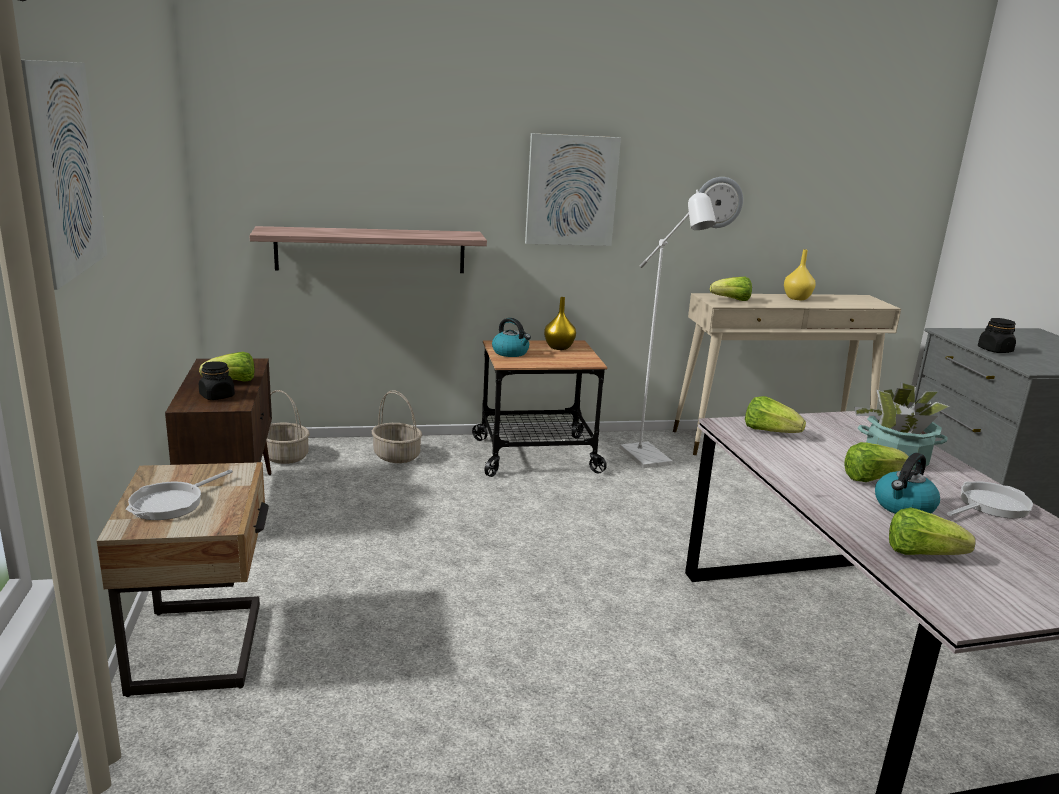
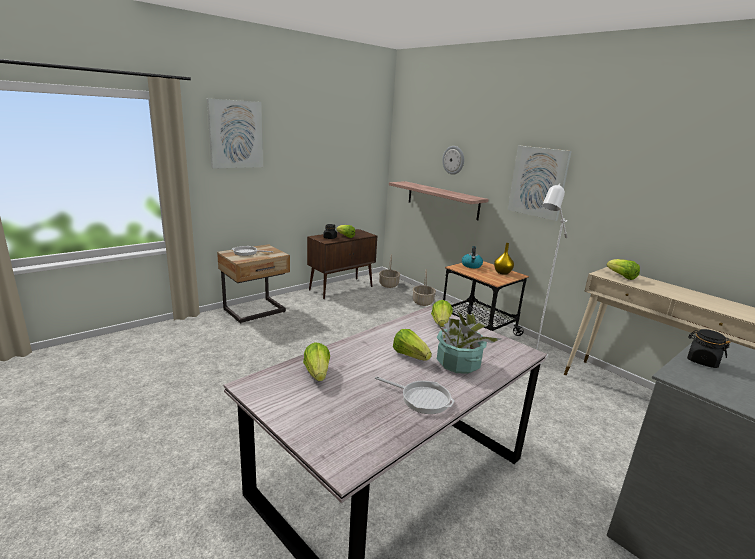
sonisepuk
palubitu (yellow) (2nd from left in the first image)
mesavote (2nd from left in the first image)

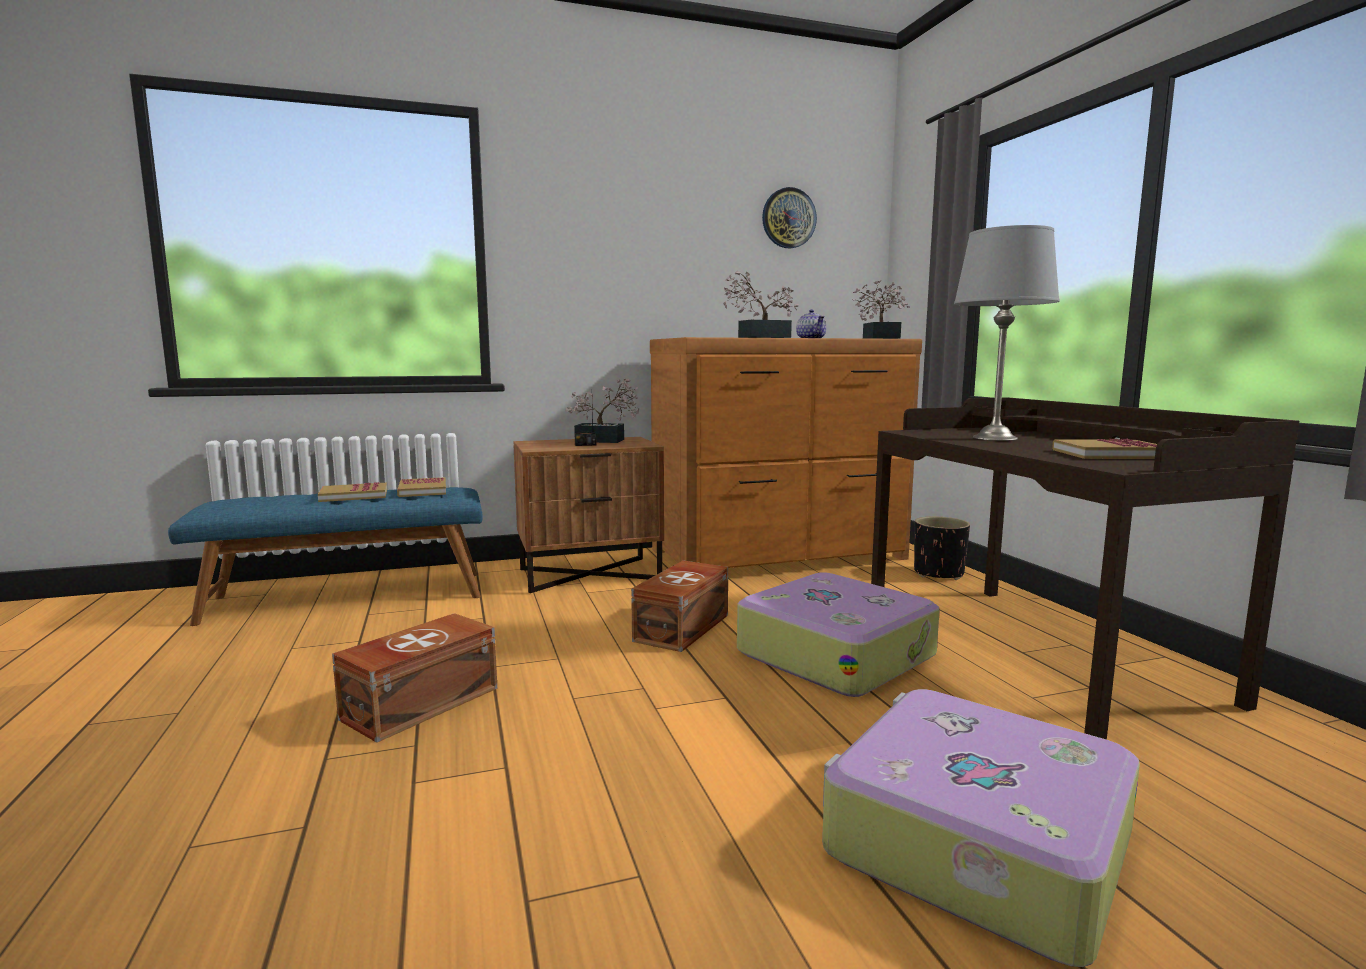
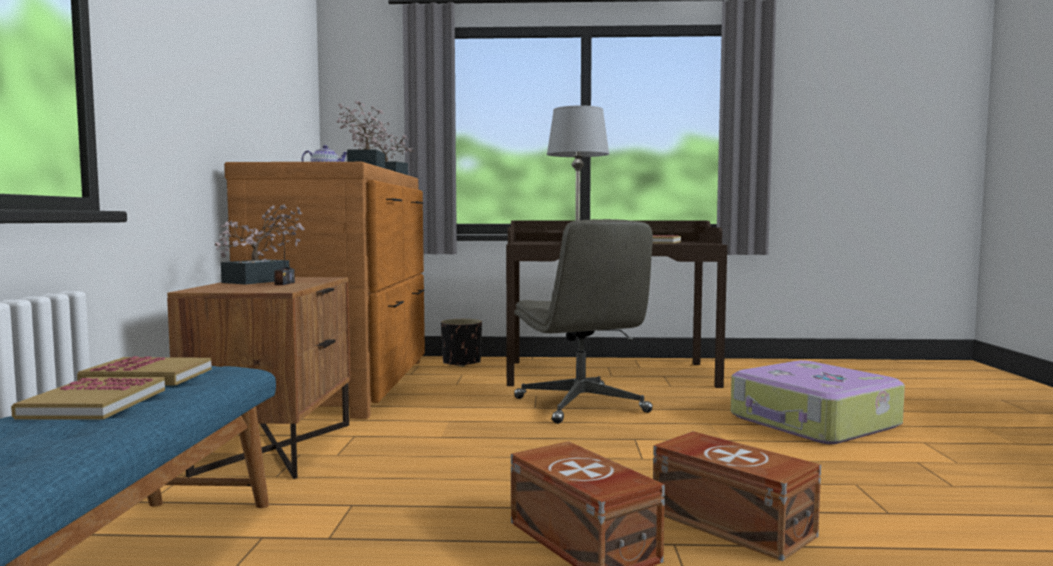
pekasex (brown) (2nd from left)
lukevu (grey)
sonisepuk

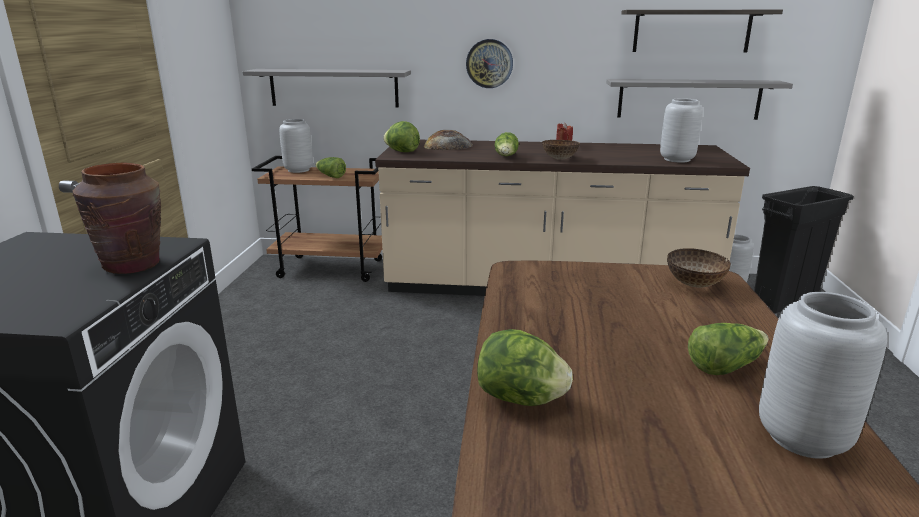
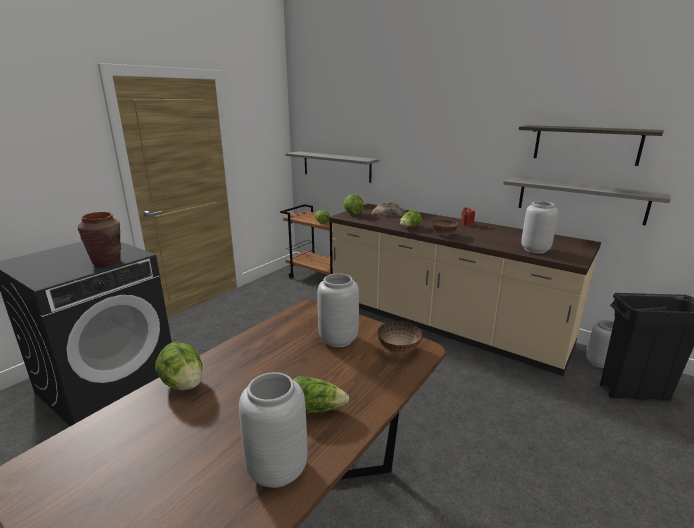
palubitu (grey) (2nd from left)
sonisepuk

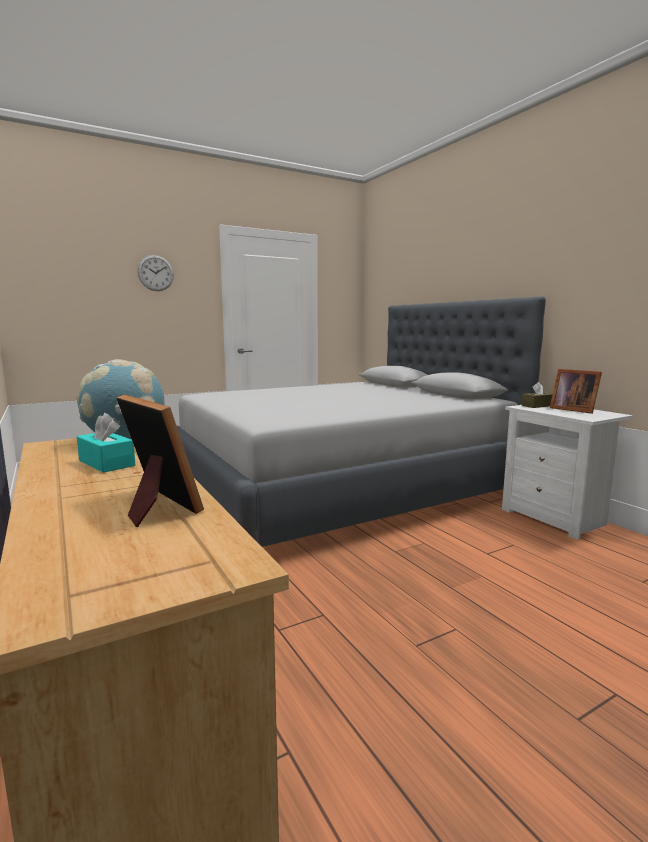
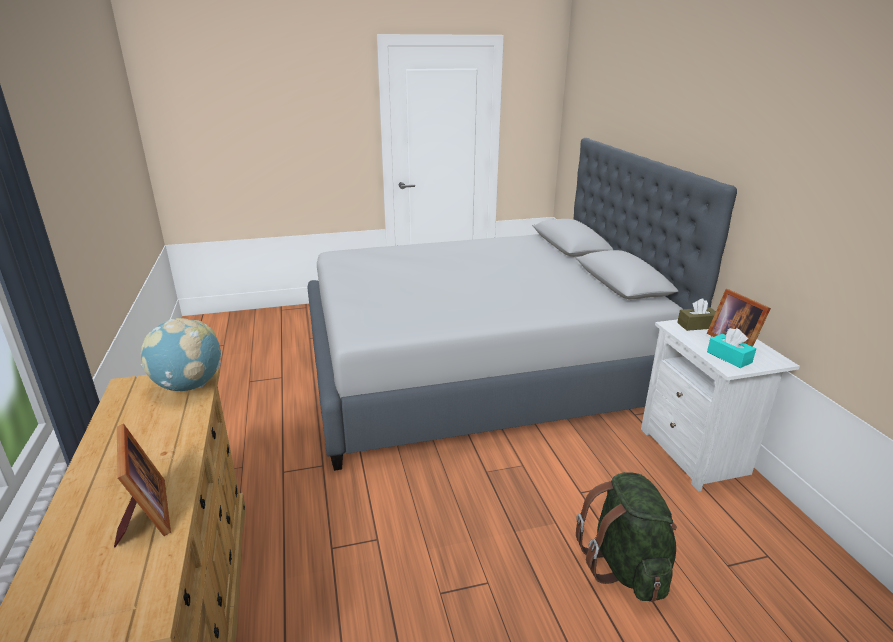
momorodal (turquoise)
sonisepuk
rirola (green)

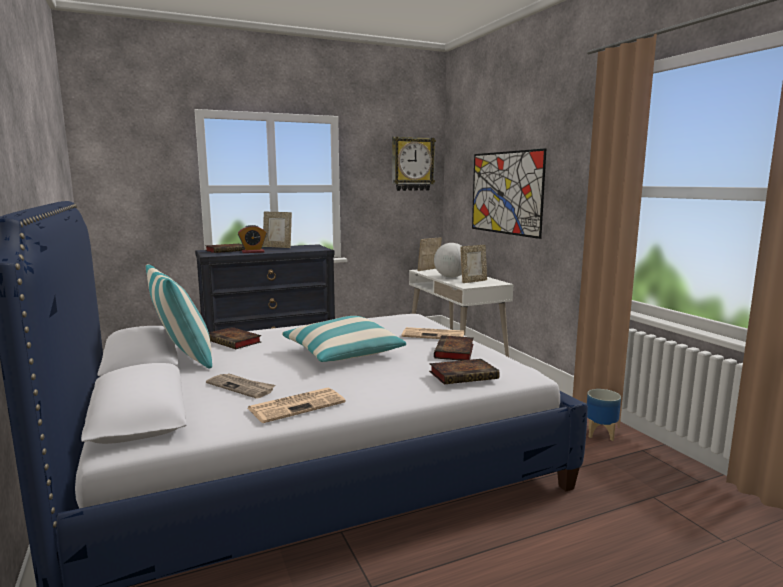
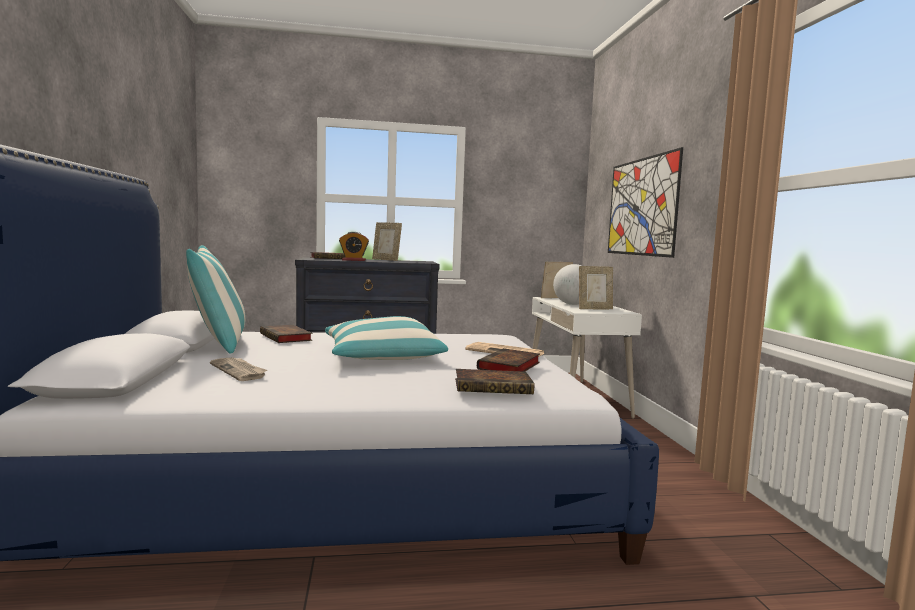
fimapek (2nd from left in the first image)
sonisepuk
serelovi

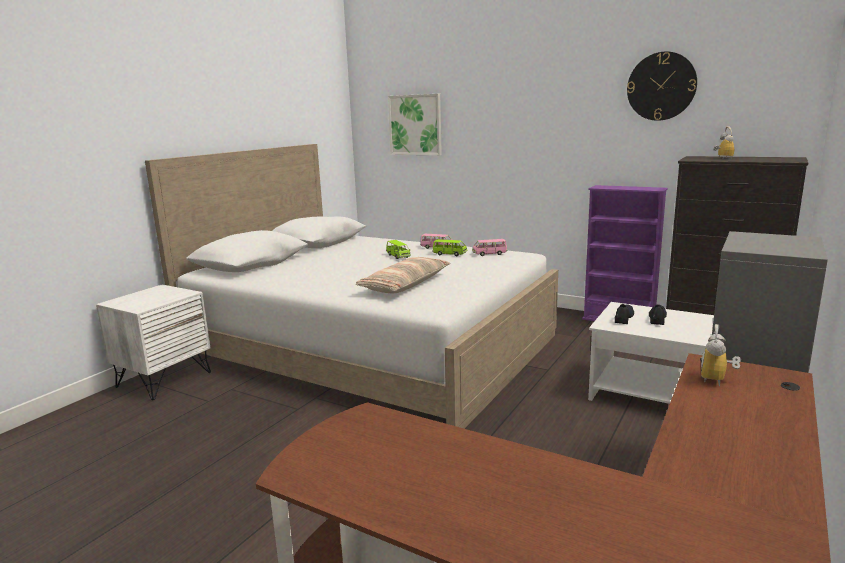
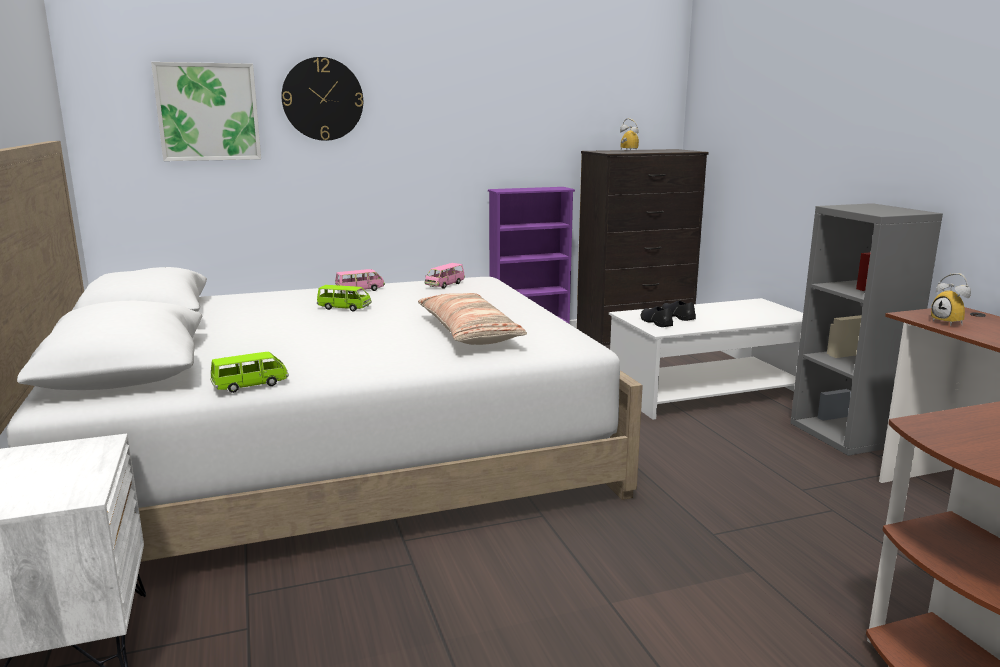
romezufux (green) (1st from left)
sonisepuk

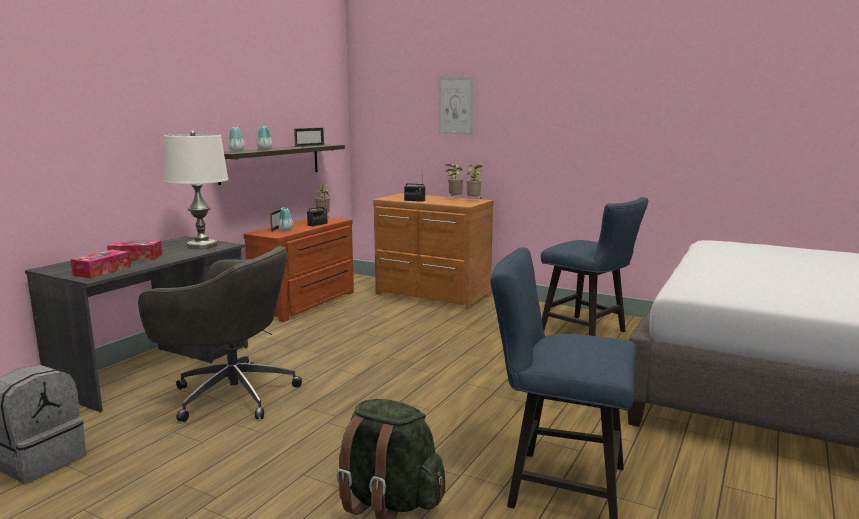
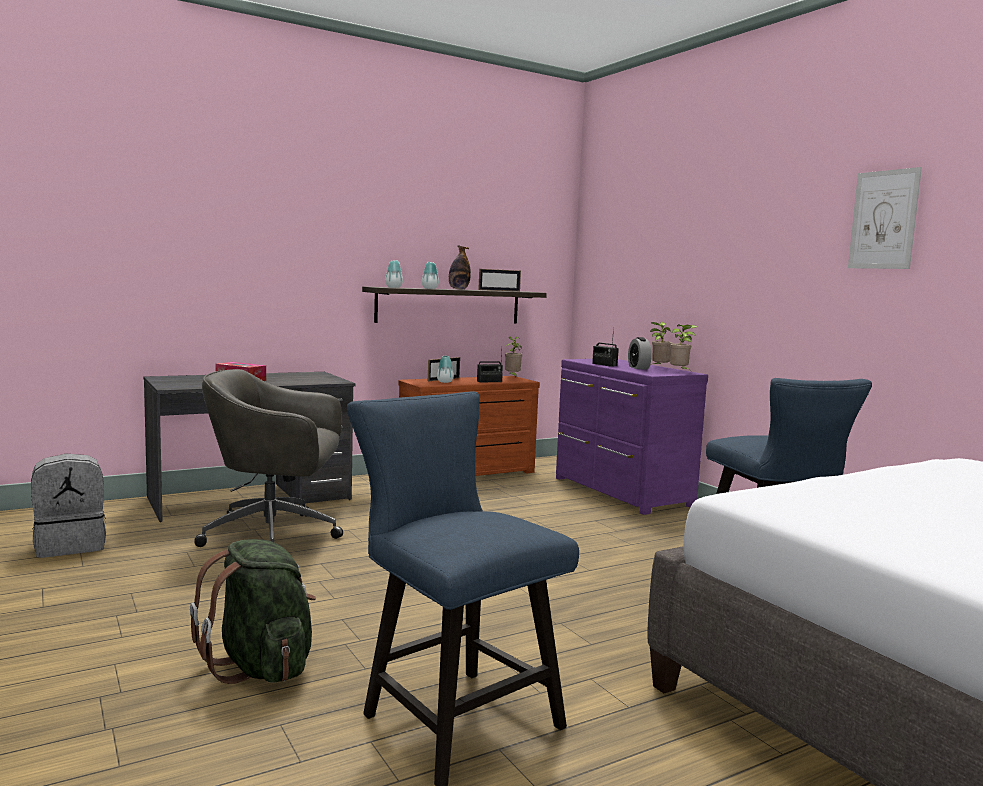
momorodal (1st from left in the first image)
lukevu (grey)
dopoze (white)
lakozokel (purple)
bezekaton
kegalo
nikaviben

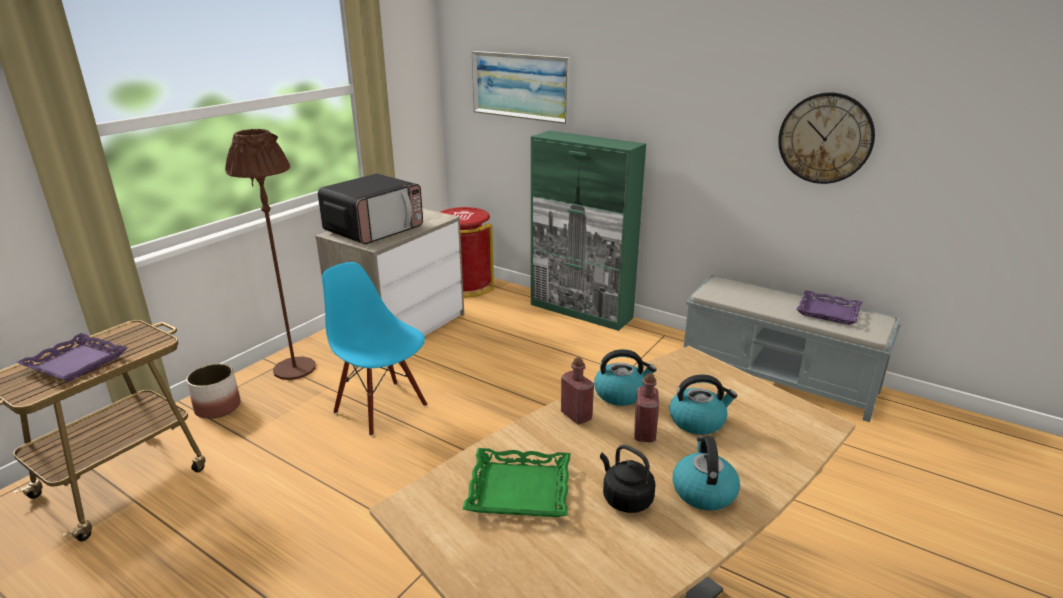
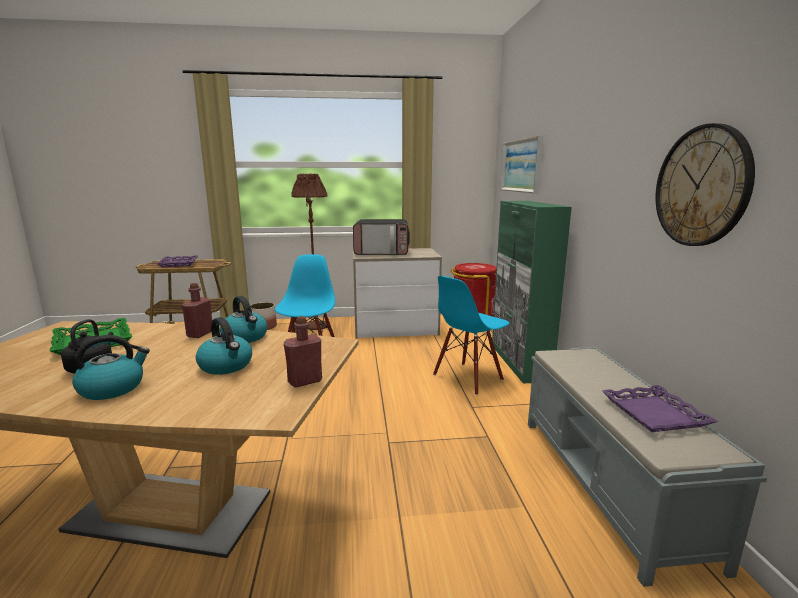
kegalo (red) (2nd from left)
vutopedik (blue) (2nd from left)

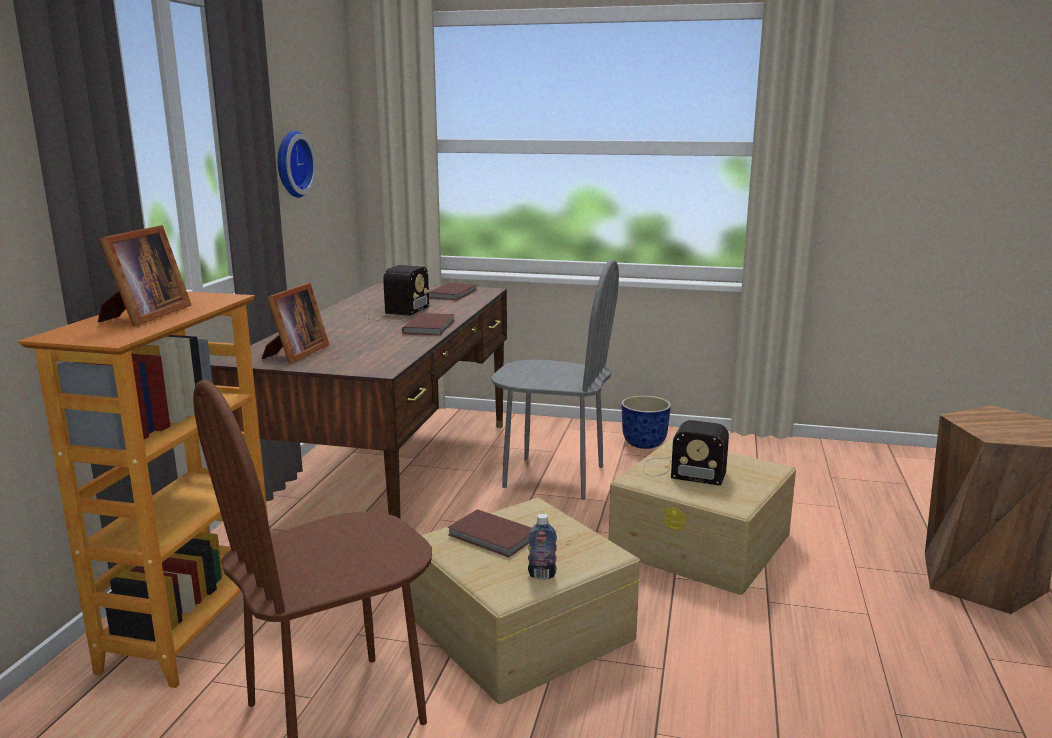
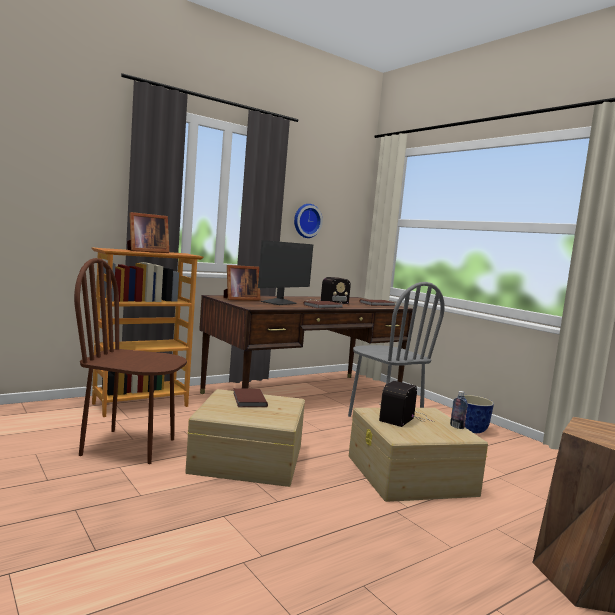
kegalo
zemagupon (2nd from left)
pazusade

